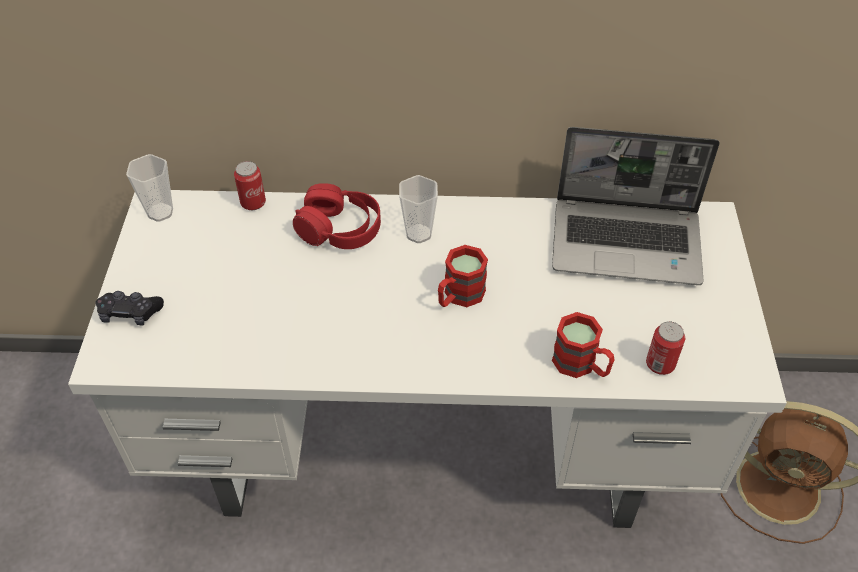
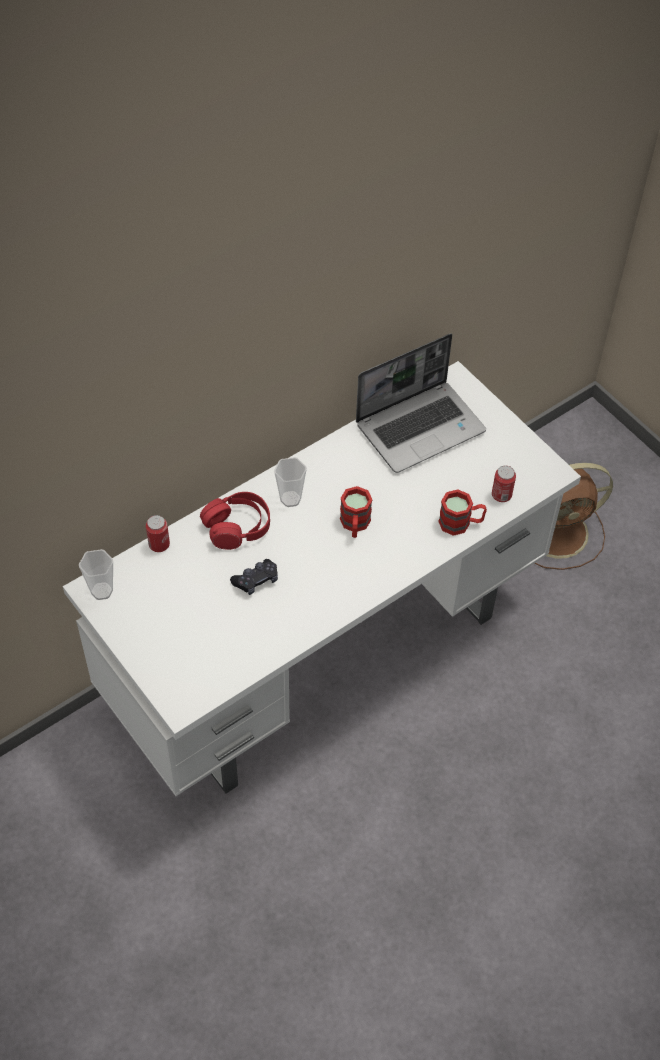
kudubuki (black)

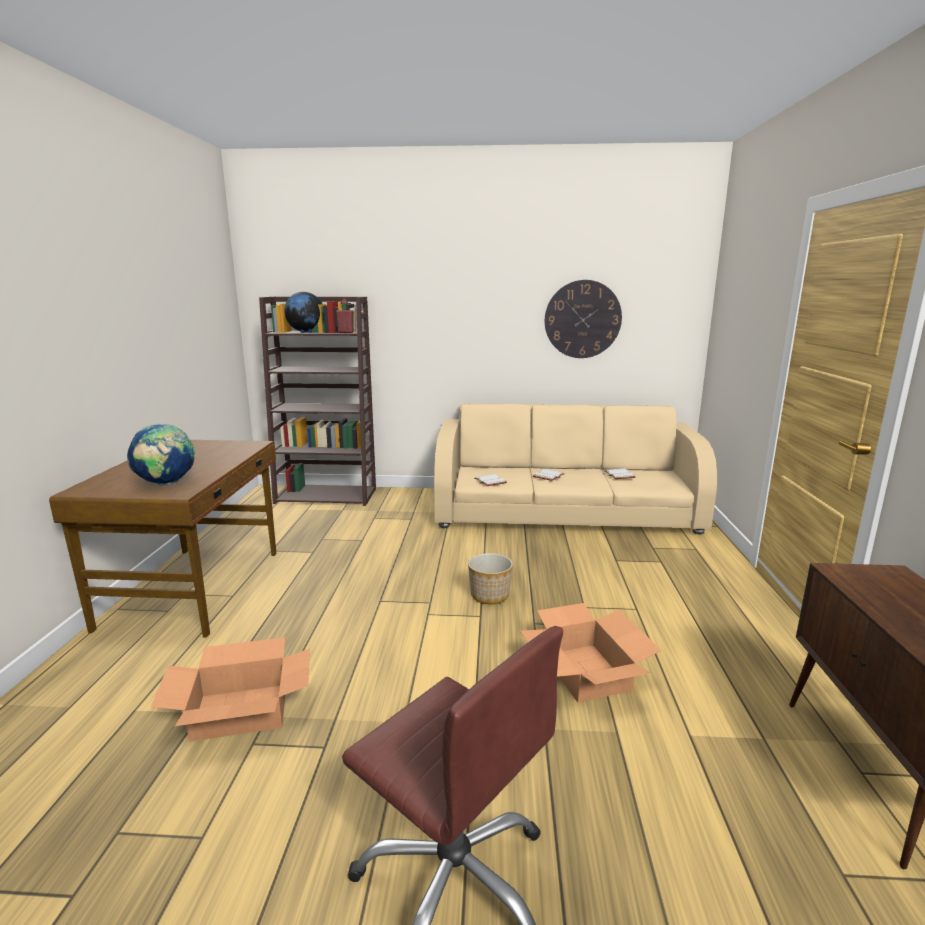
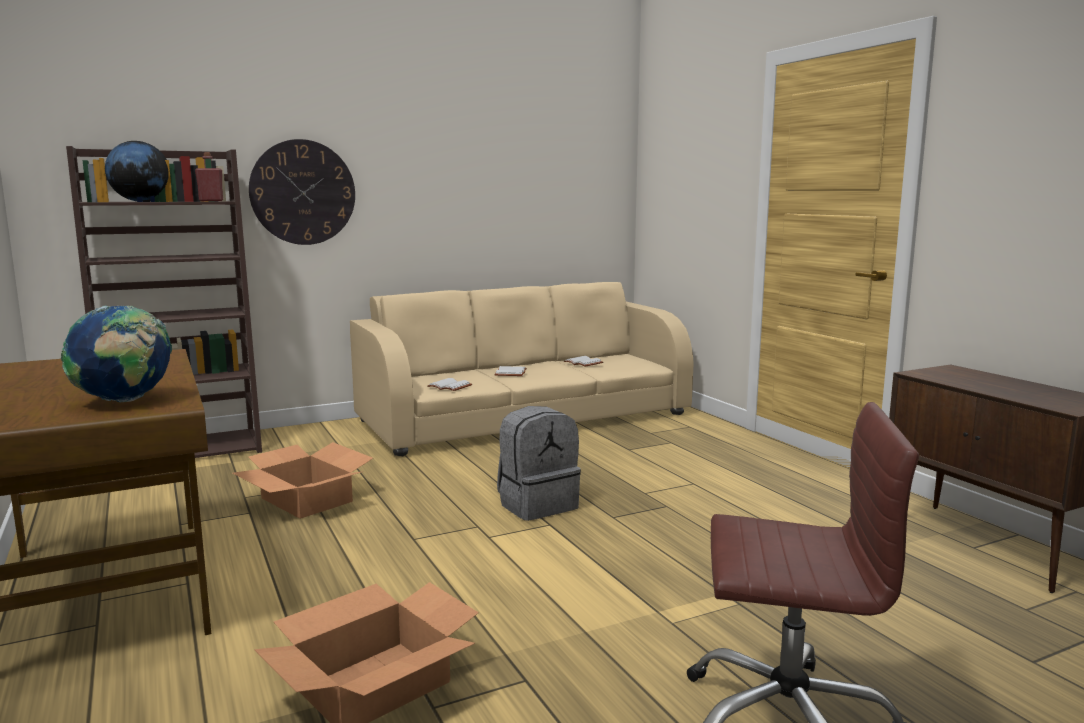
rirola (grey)
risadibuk (1st from left)
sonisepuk

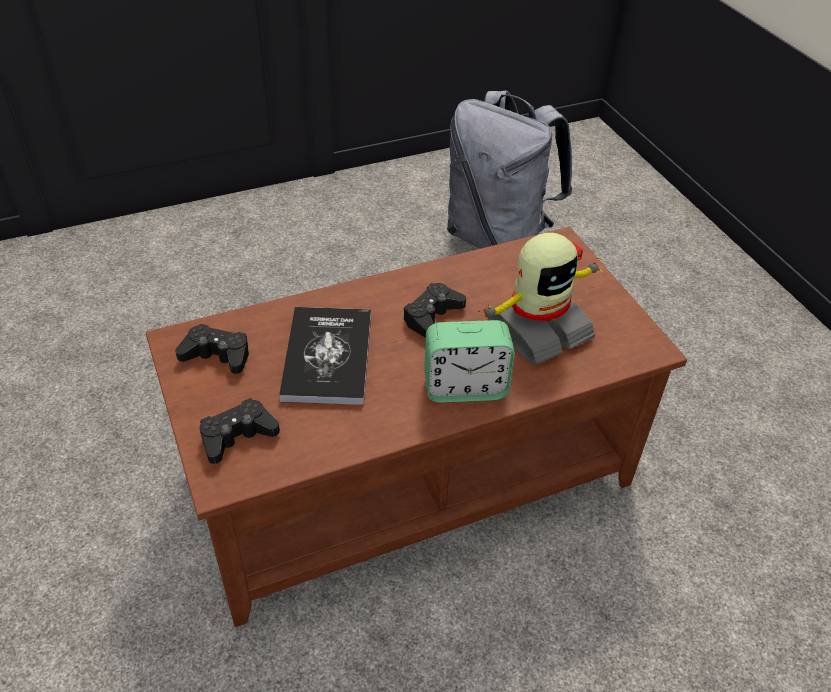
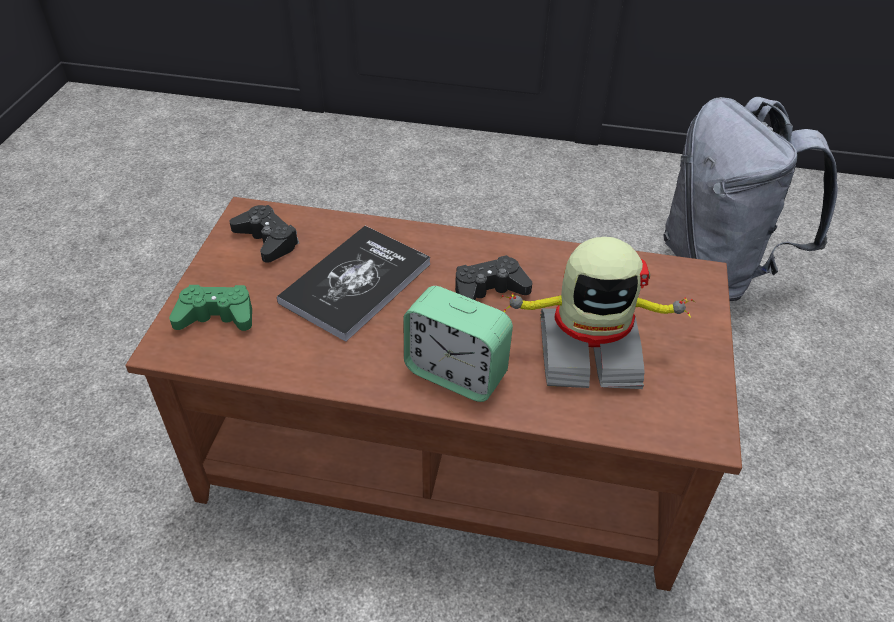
kudubuki (green)

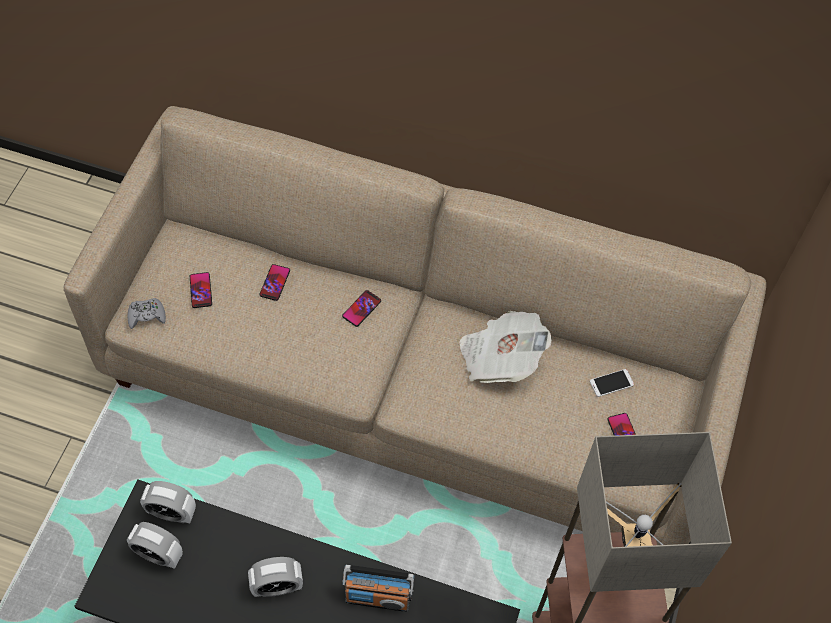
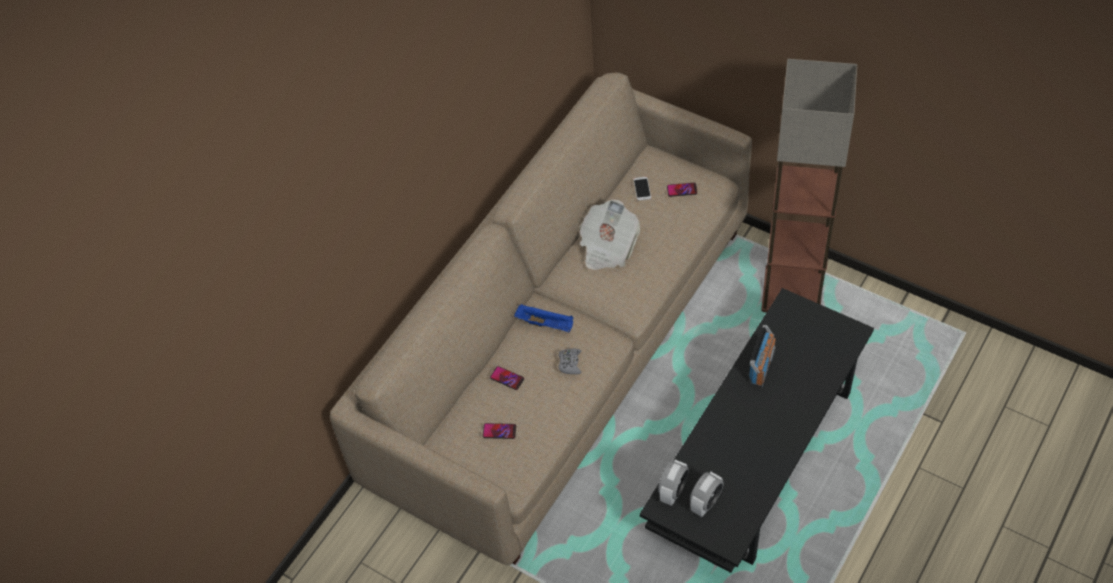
kudubuki (grey)
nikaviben (3rd from left in the first image)
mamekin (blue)

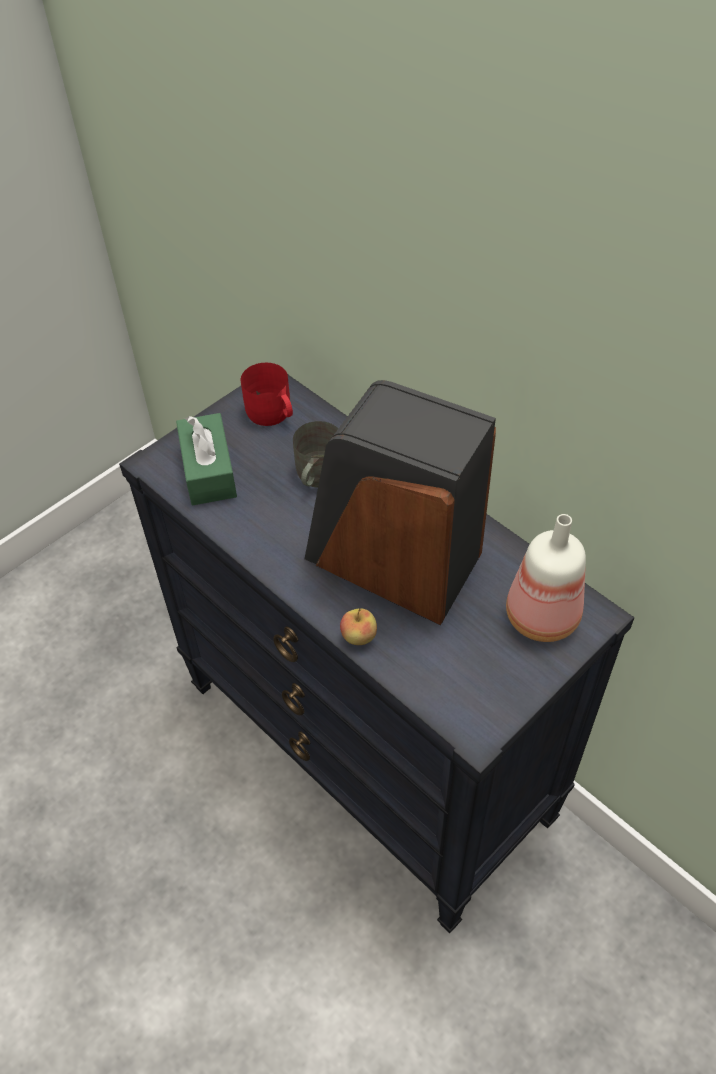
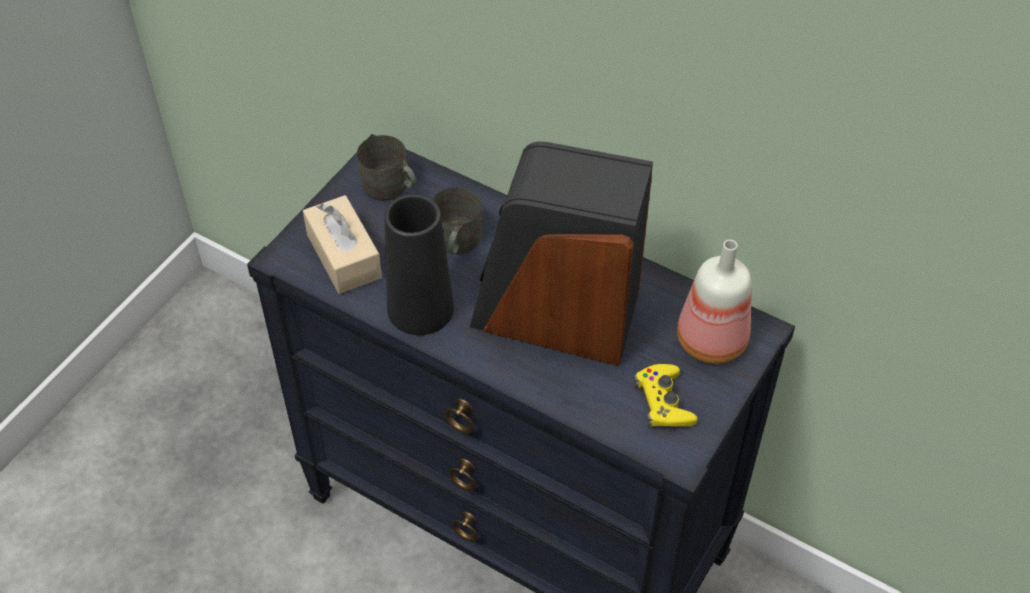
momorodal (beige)
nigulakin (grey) (1st from left)
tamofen
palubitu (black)
kudubuki (yellow)

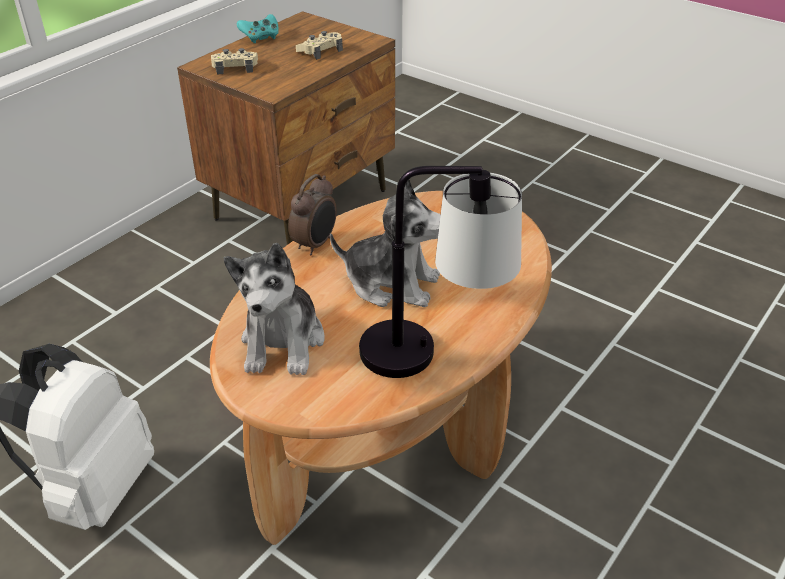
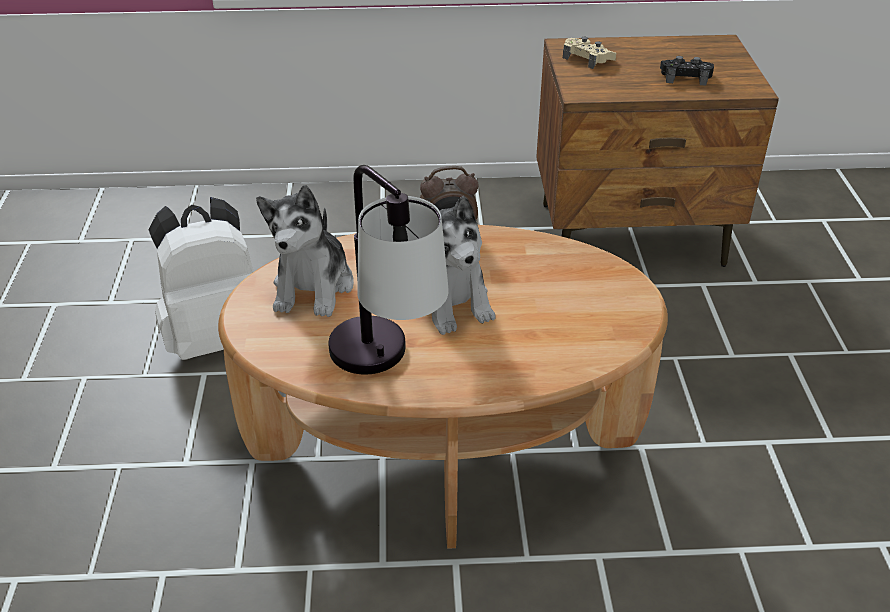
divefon (1st from left)
kudubuki (turquoise)
kudubuki (black)

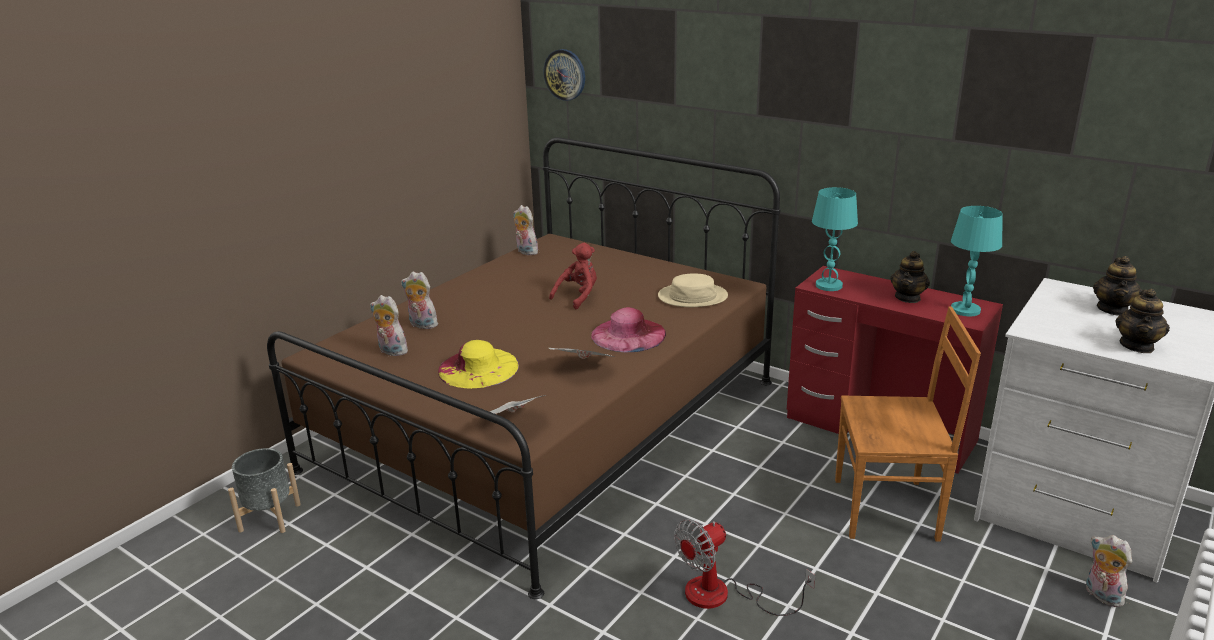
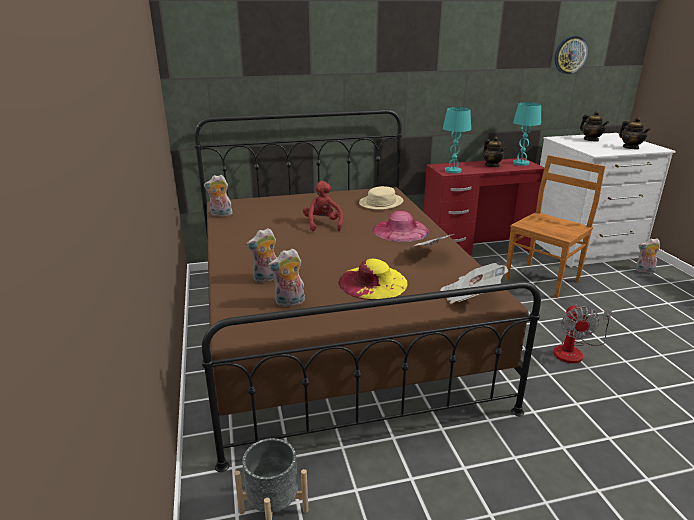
sonisepuk

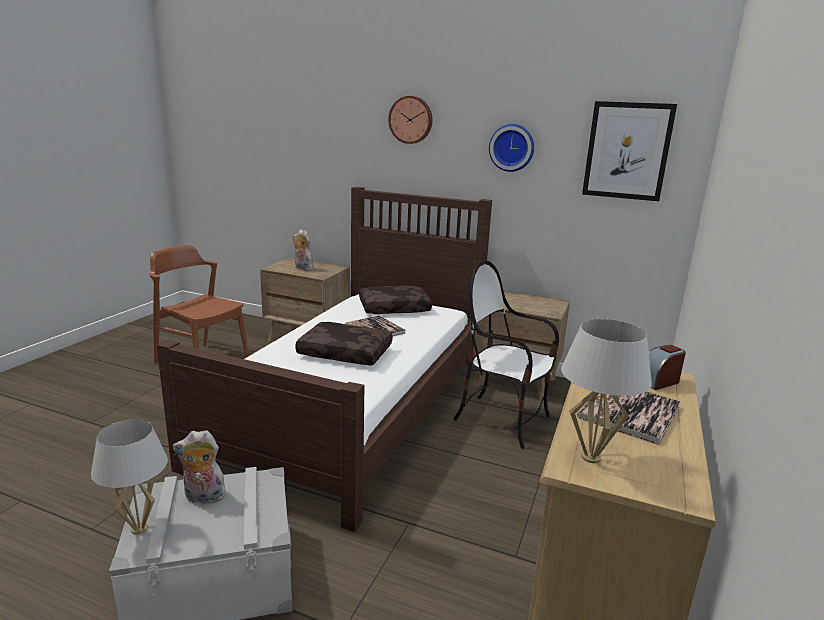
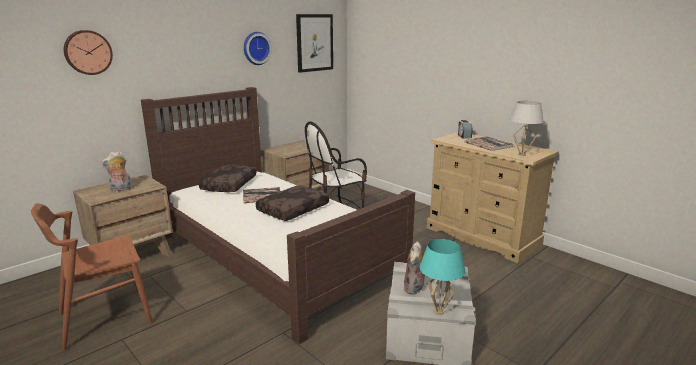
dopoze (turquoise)
sonisepuk (1st from left)

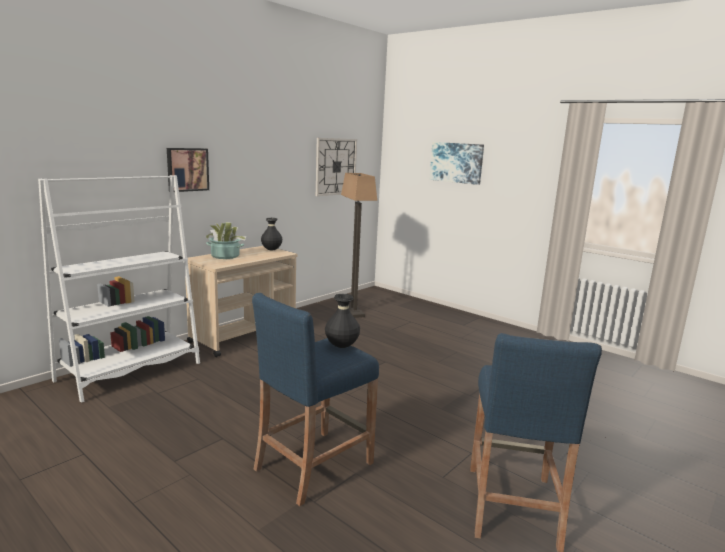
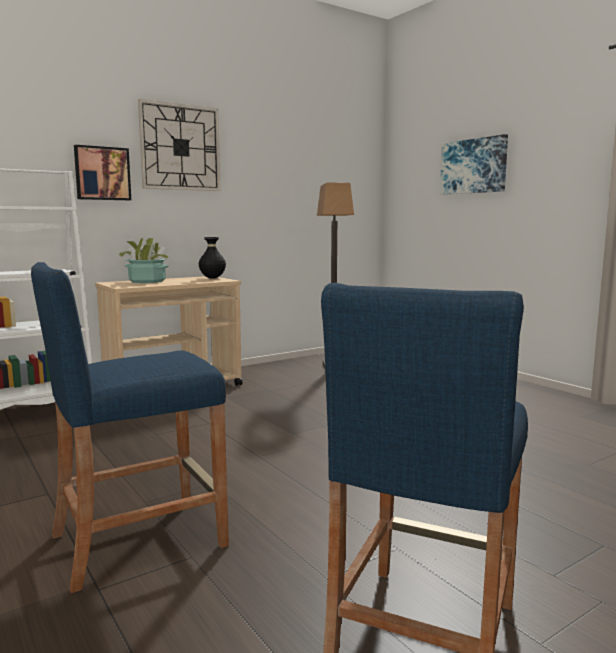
sonisepuk
palubitu (black) (2nd from left in the first image)

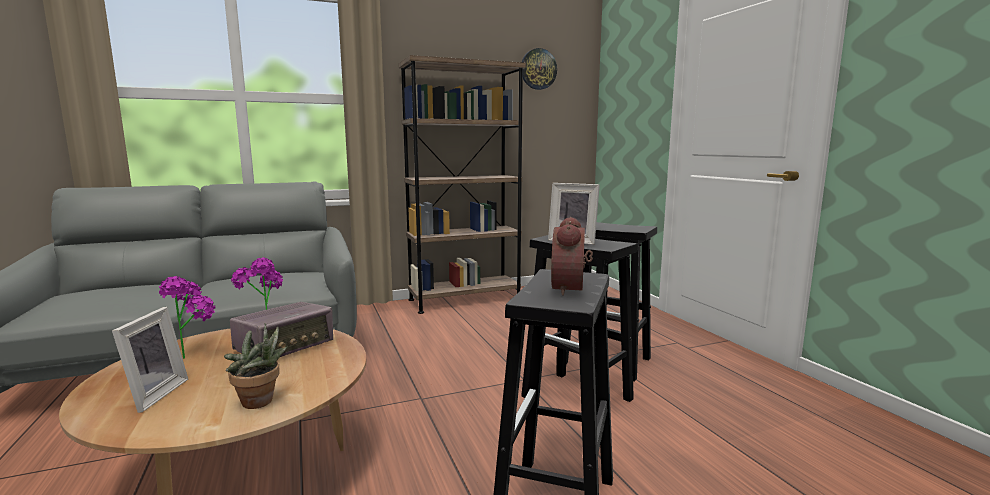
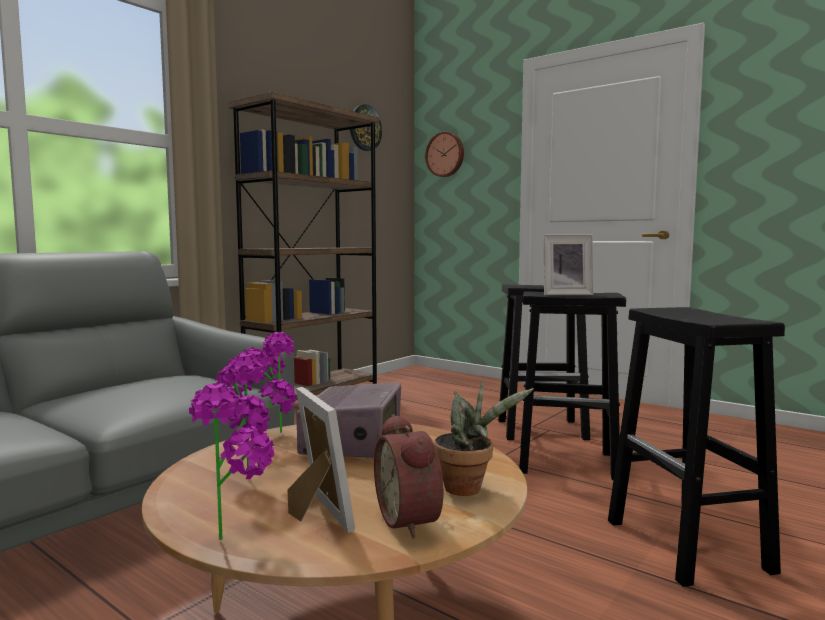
nikaviben
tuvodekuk (1st from left)
sonisepuk (2nd from left)

